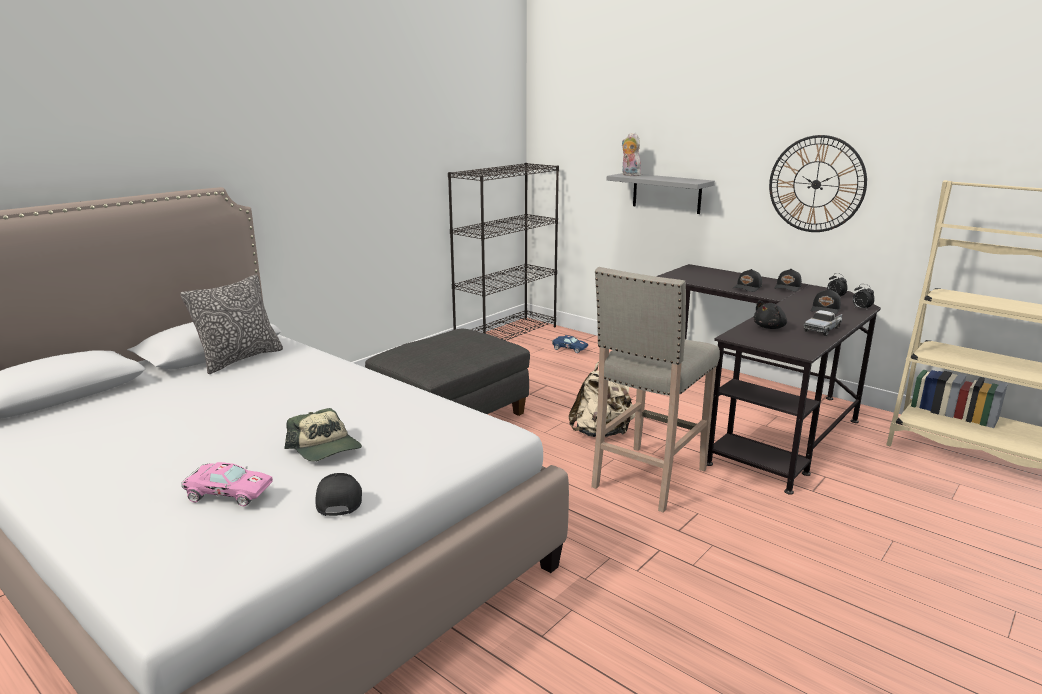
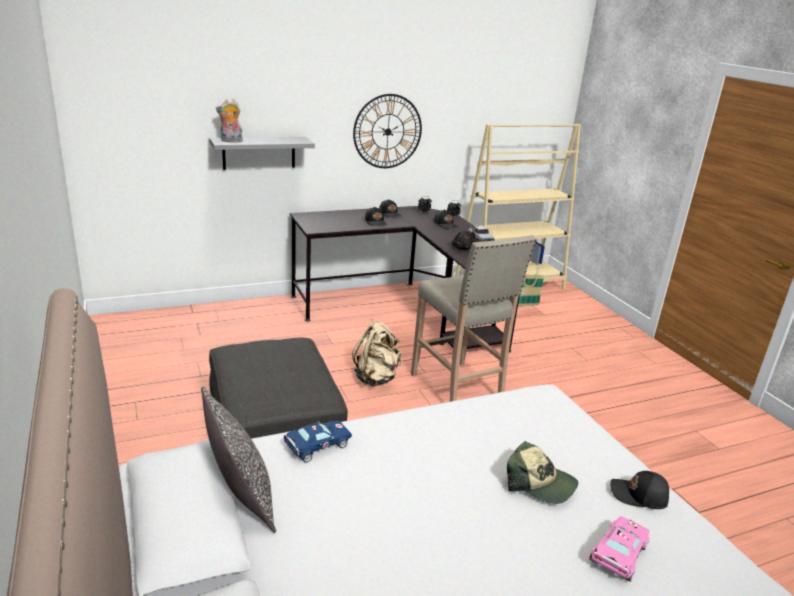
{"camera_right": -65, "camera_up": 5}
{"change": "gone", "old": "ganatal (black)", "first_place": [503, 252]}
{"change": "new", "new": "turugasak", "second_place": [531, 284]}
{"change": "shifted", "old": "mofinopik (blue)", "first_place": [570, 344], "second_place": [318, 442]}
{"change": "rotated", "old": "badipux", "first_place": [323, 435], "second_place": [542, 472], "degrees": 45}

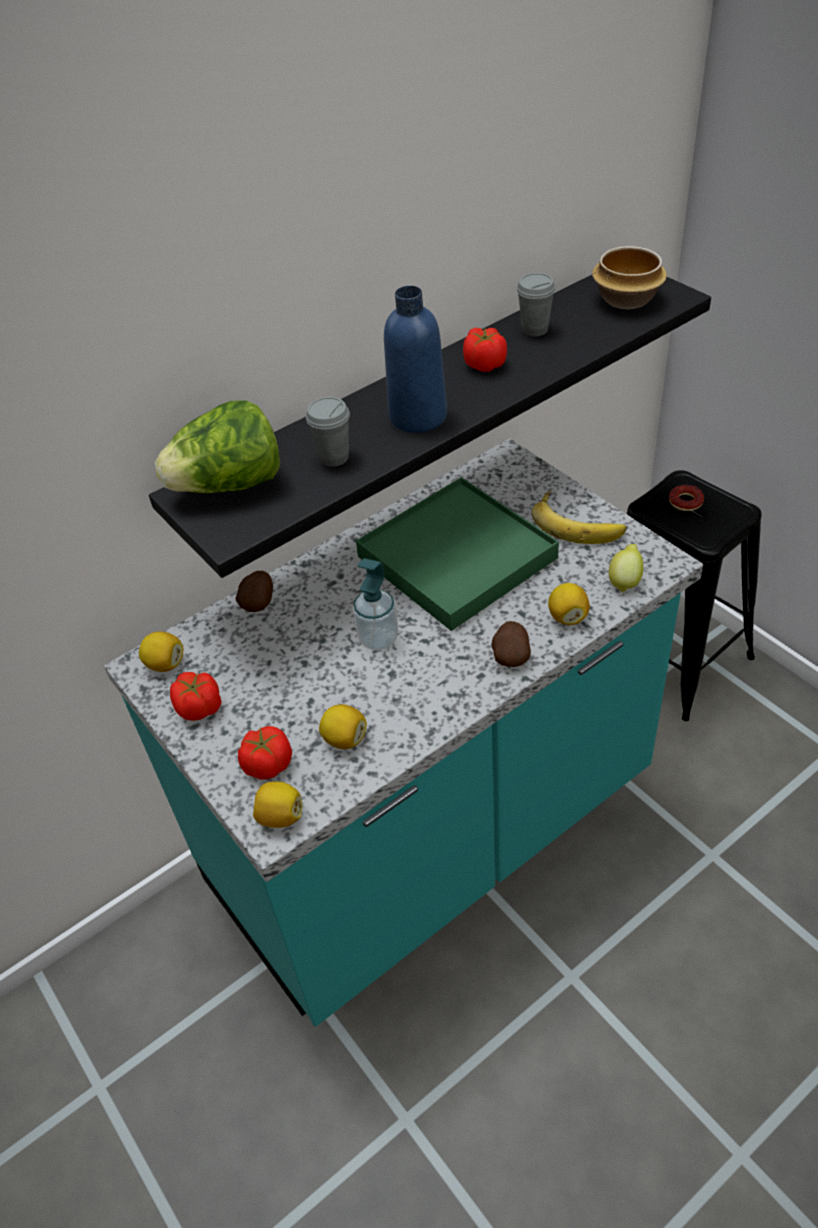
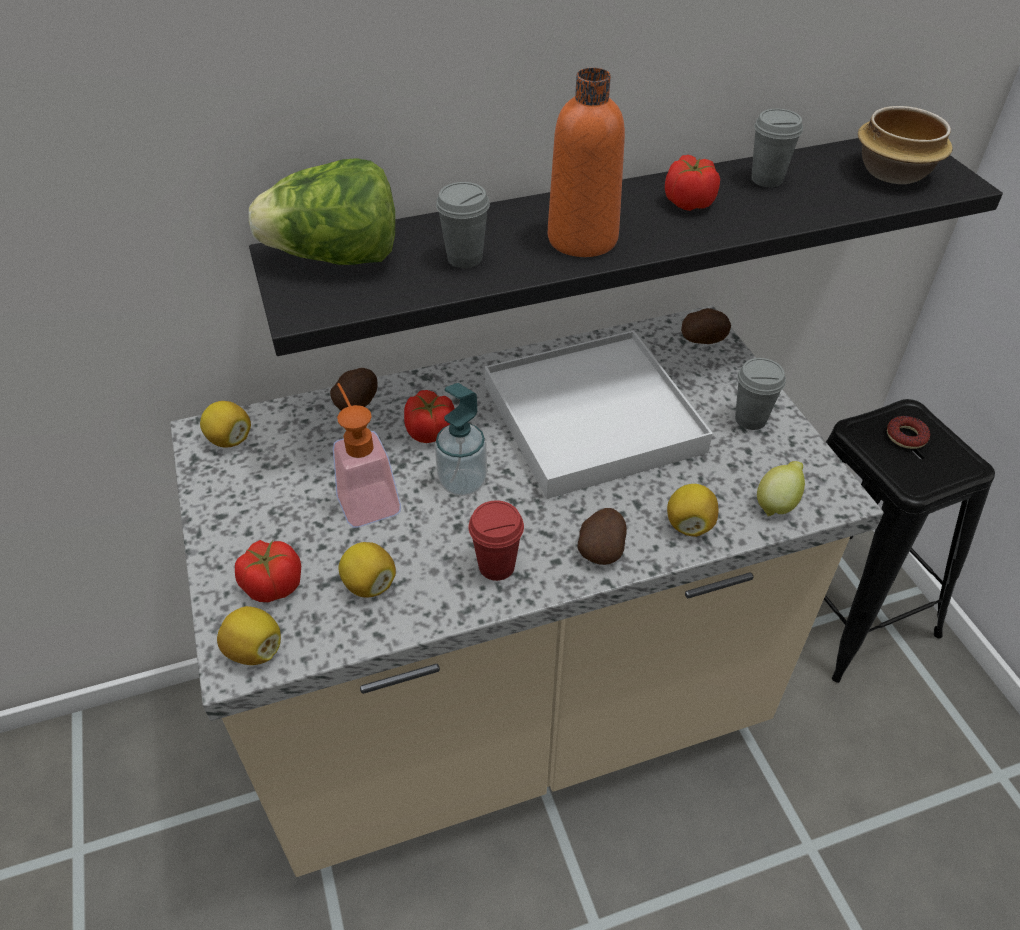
{"camera_right": 15, "camera_up": 0}
{"change": "new", "new": "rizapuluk", "second_place": [367, 455]}
{"change": "new", "new": "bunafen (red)", "second_place": [496, 540]}
{"change": "new", "new": "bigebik", "second_place": [706, 326]}
{"change": "shifted", "old": "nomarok", "first_place": [195, 696], "second_place": [429, 416]}
{"change": "swapped", "old": "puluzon", "new": "bunafen (grey)", "first_place": [579, 517], "second_place": [760, 394]}
{"change": "repainted", "old": "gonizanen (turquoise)", "new": "gonizanen (beige)", "first_place": [403, 732], "second_place": [527, 591]}
{"change": "repainted", "old": "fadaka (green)", "new": "fadaka (white)", "first_place": [457, 554], "second_place": [599, 414]}
{"change": "repainted", "old": "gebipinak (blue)", "new": "gebipinak (orange)", "first_place": [415, 359], "second_place": [586, 162]}

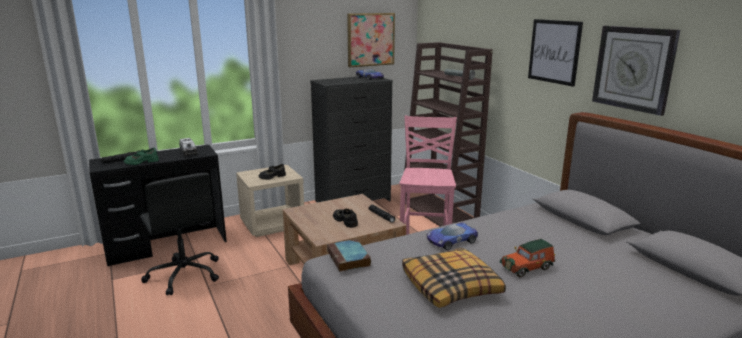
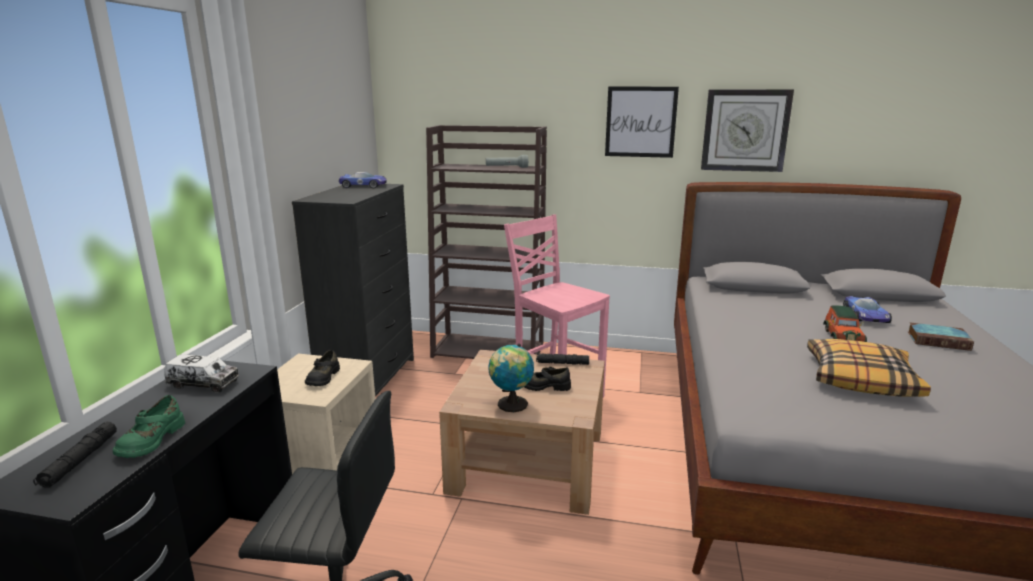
{"camera_right": -50, "camera_up": 0}
{"change": "gone", "old": "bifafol", "first_place": [371, 40]}
{"change": "new", "new": "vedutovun", "second_place": [511, 378]}
{"change": "shifted", "old": "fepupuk", "first_place": [349, 255], "second_place": [940, 336]}
{"change": "shifted", "old": "mofinopik", "first_place": [452, 236], "second_place": [867, 309]}

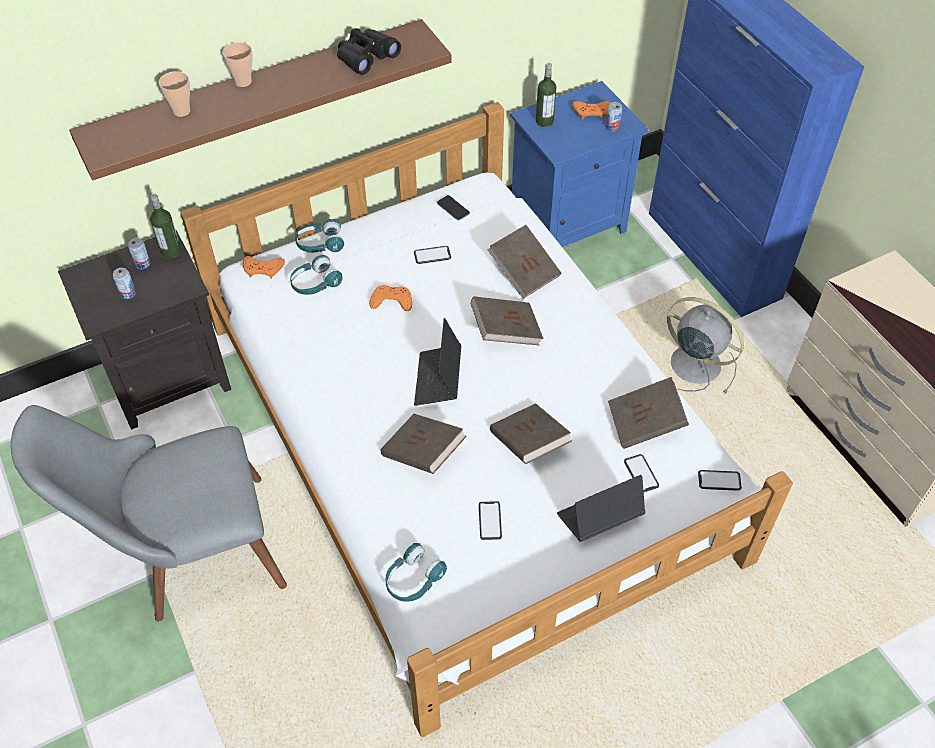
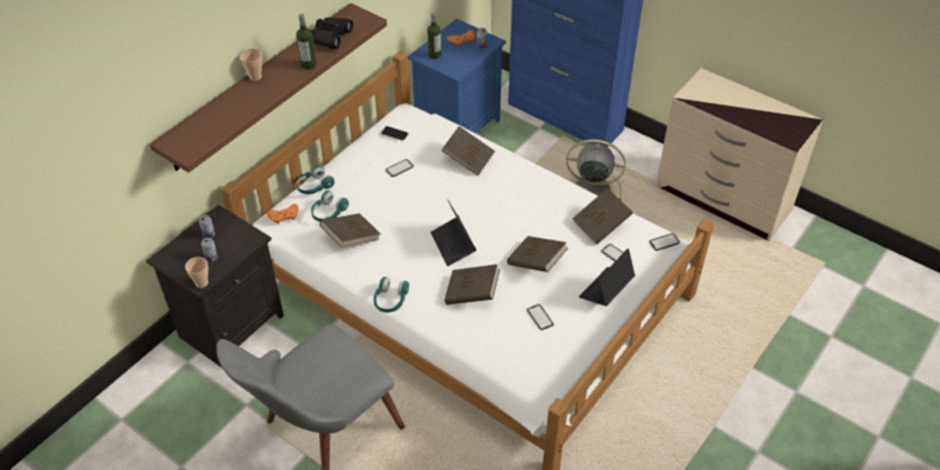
{"camera_right": -25, "camera_up": -5}
{"change": "gone", "old": "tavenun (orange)", "first_place": [390, 298]}
{"change": "shifted", "old": "gebipinak", "first_place": [165, 226], "second_place": [306, 41]}
{"change": "shifted", "old": "bunafen", "first_place": [174, 94], "second_place": [196, 272]}
{"change": "shifted", "old": "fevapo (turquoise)", "first_place": [416, 572], "second_place": [391, 294]}
{"change": "shifted", "old": "fepupuk (brown)", "first_place": [507, 320], "second_place": [350, 230]}

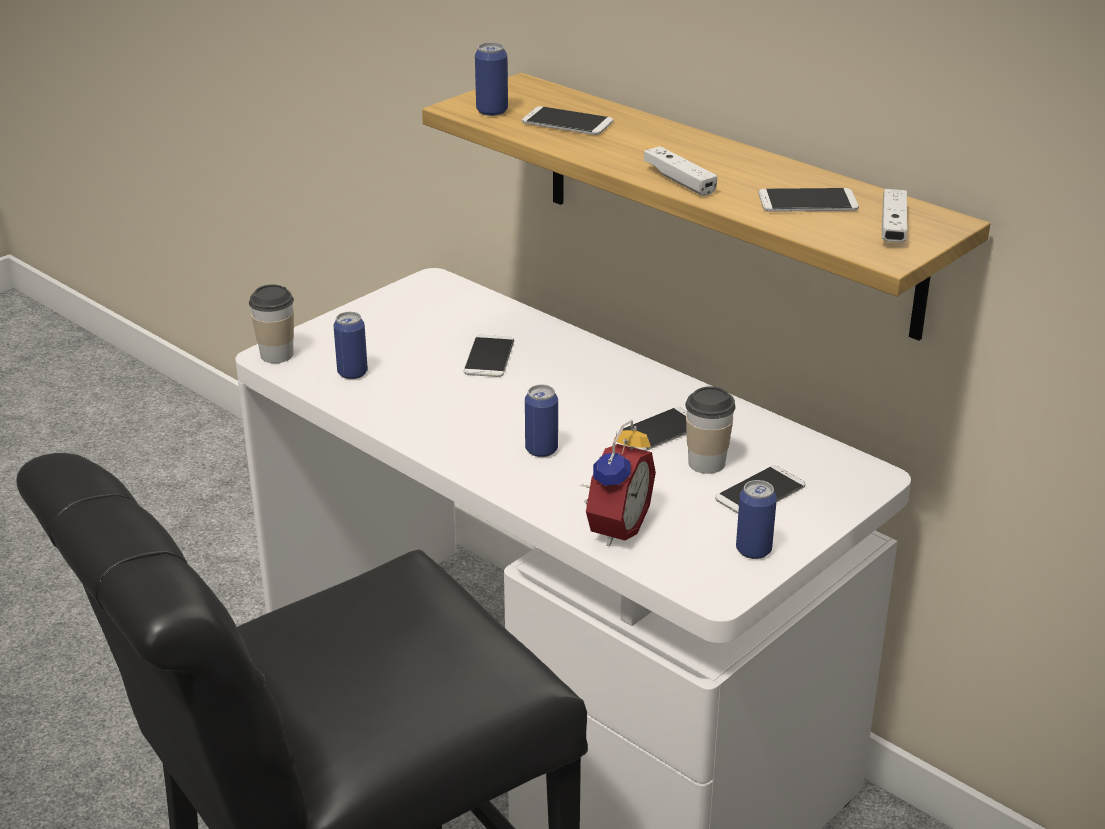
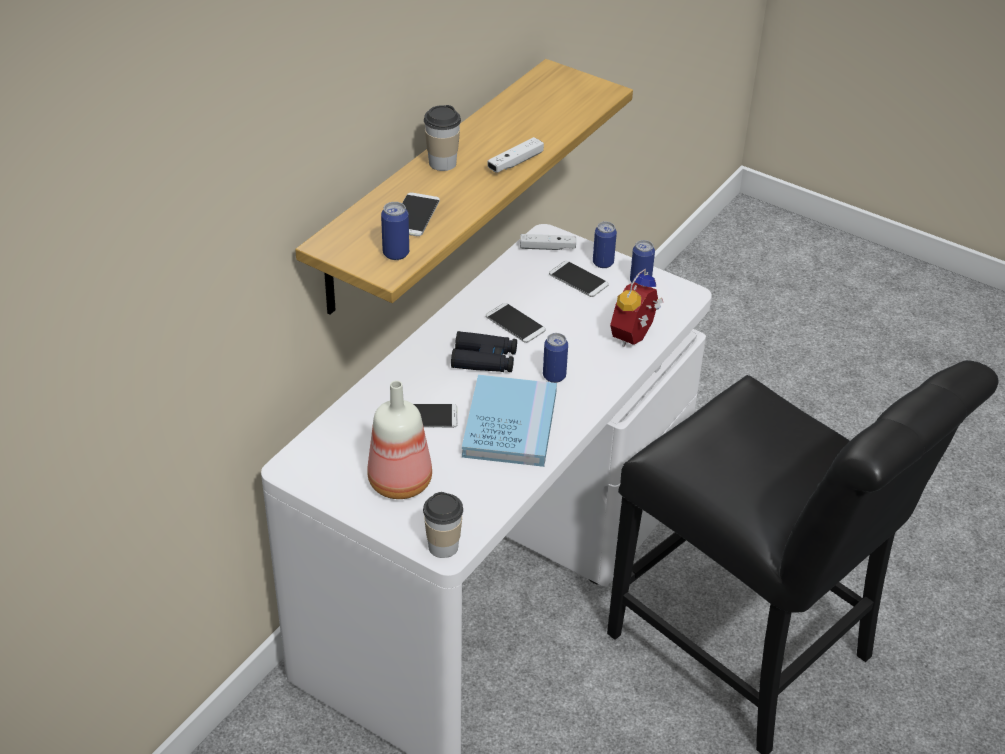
{"camera_right": -100, "camera_up": 10}
{"change": "gone", "old": "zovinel", "first_place": [808, 200]}
{"change": "new", "new": "gebipinak", "second_place": [399, 439]}
{"change": "new", "new": "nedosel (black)", "second_place": [484, 351]}
{"change": "new", "new": "fepupuk (blue)", "second_place": [509, 421]}
{"change": "shifted", "old": "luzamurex", "first_place": [350, 345], "second_place": [605, 245]}
{"change": "shifted", "old": "bunafen", "first_place": [710, 430], "second_place": [442, 138]}
{"change": "shifted", "old": "tavenun (white)", "first_place": [894, 215], "second_place": [548, 242]}
{"change": "rotated", "old": "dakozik", "first_place": [618, 483], "second_place": [636, 307], "degrees": -75}

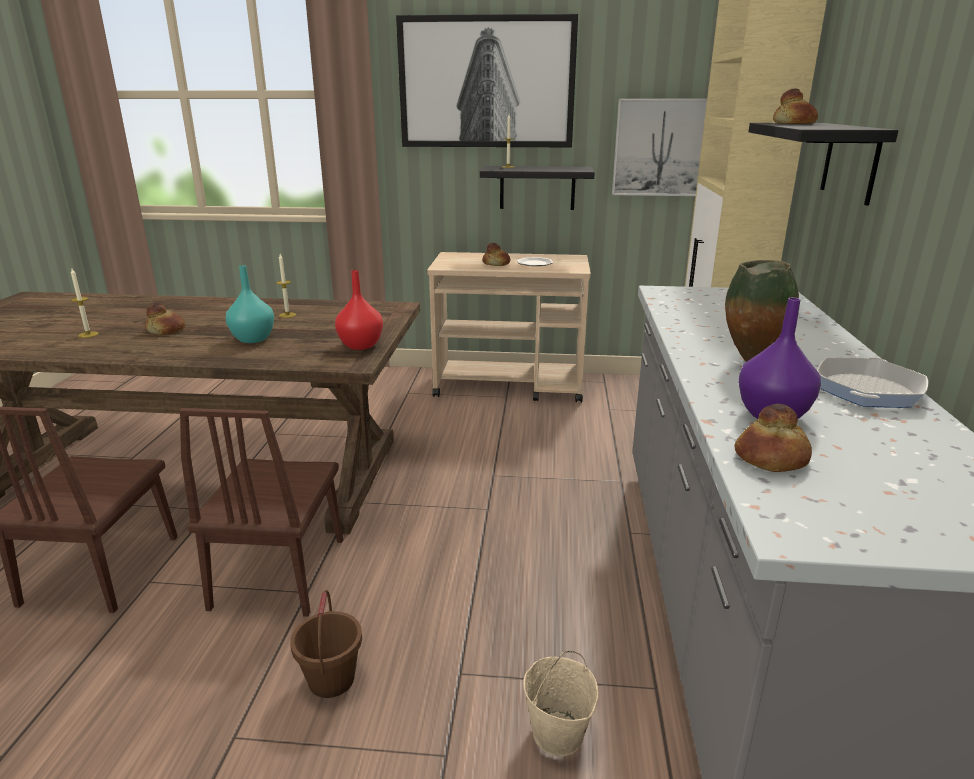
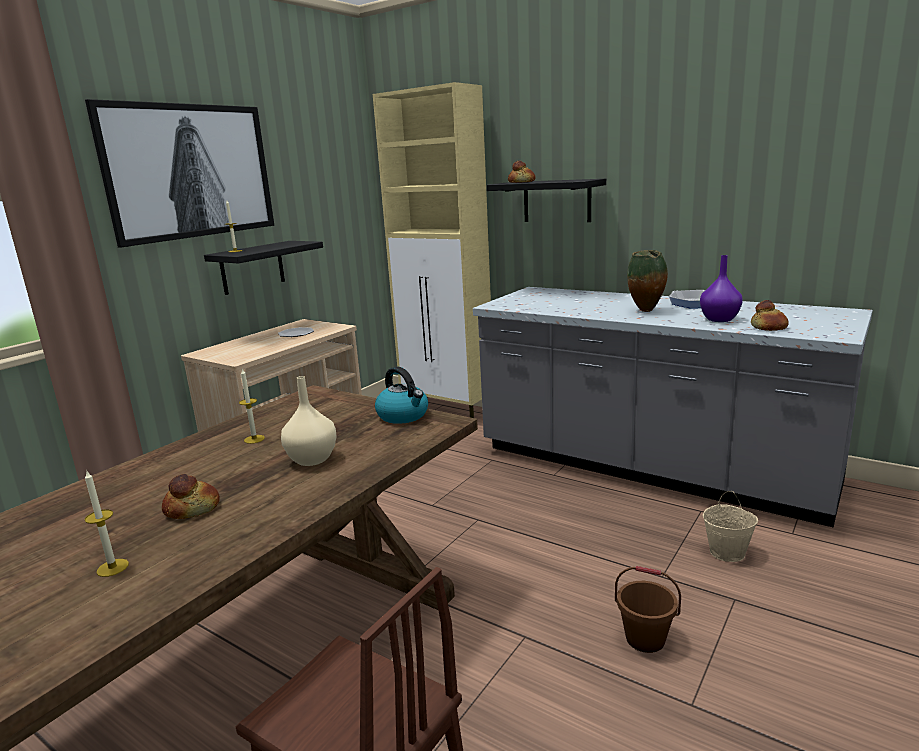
{"camera_right": -60, "camera_up": -5}
{"change": "gone", "old": "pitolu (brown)", "first_place": [261, 512]}
{"change": "gone", "old": "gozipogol", "first_place": [496, 254]}
{"change": "gone", "old": "bifafol", "first_place": [659, 147]}
{"change": "swapped", "old": "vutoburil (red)", "new": "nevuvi", "first_place": [359, 310], "second_place": [401, 395]}
{"change": "repainted", "old": "vutoburil (turquoise)", "new": "vutoburil (beige)", "first_place": [250, 304], "second_place": [309, 421]}

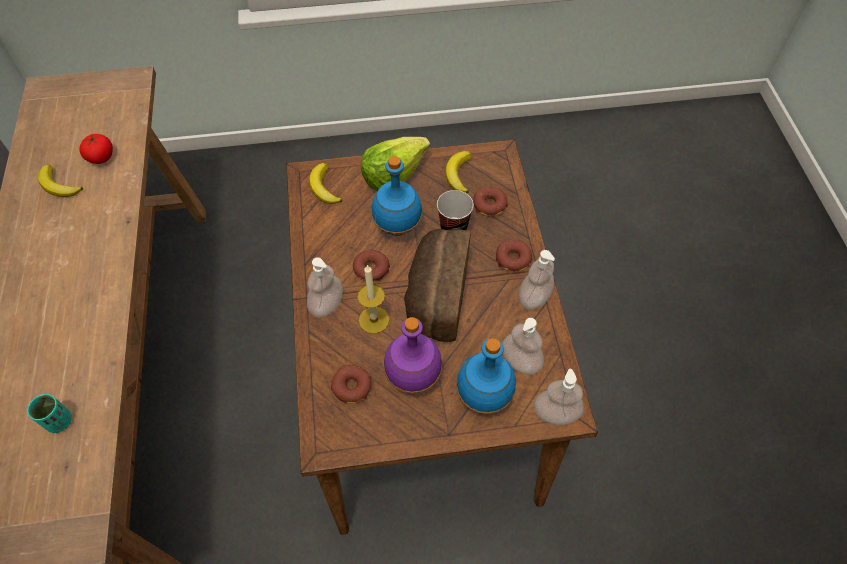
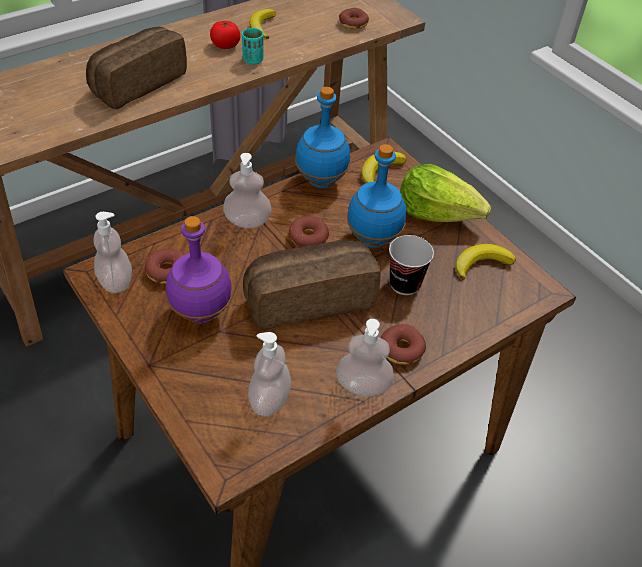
{"camera_right": 60, "camera_up": -10}
{"change": "gone", "old": "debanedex", "first_place": [373, 299]}
{"change": "new", "new": "gozipogol", "second_place": [136, 68]}
{"change": "shifted", "old": "bunafen (turquoise)", "first_place": [49, 413], "second_place": [253, 46]}
{"change": "shifted", "old": "nomarok", "first_place": [96, 149], "second_place": [225, 35]}
{"change": "shifted", "old": "gebipinak (blue)", "first_place": [486, 376], "second_place": [322, 137]}
{"change": "shifted", "old": "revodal", "first_place": [490, 202], "second_place": [354, 18]}
{"change": "shifted", "old": "rizapuluk", "first_place": [559, 397], "second_place": [112, 252]}

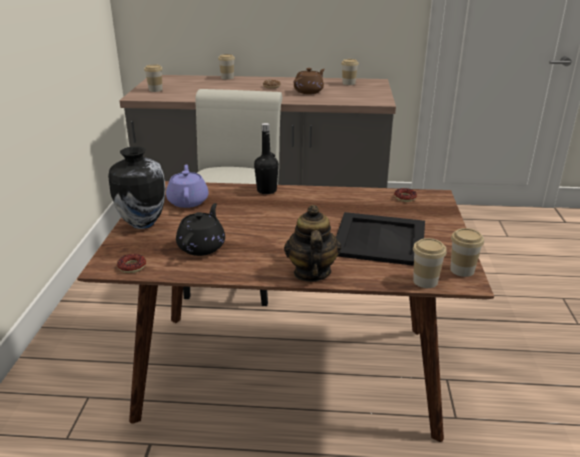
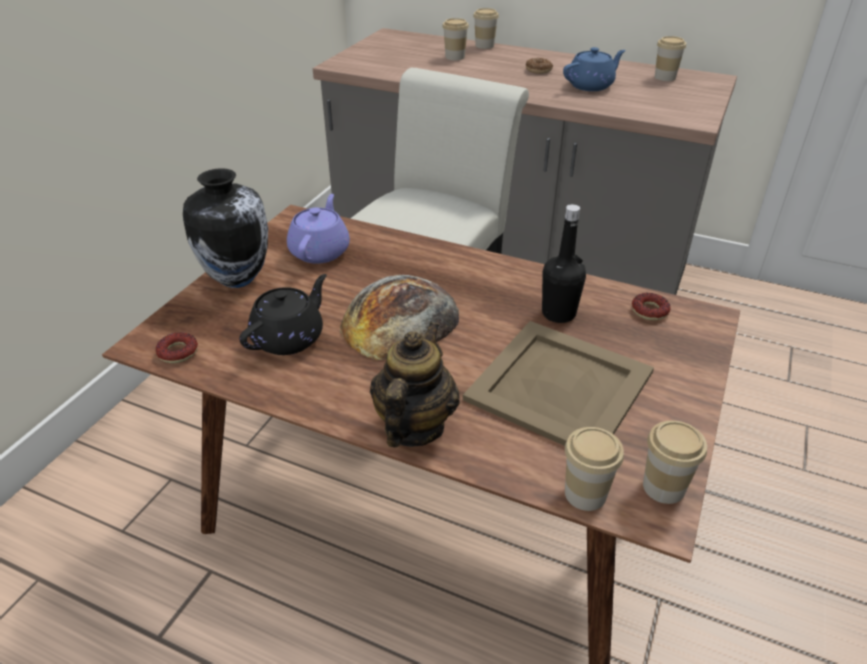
{"camera_right": 20, "camera_up": 10}
{"change": "new", "new": "gozipogol", "second_place": [399, 318]}
{"change": "shifted", "old": "bunafen", "first_place": [153, 78], "second_place": [455, 39]}
{"change": "shifted", "old": "gebipinak (black)", "first_place": [266, 158], "second_place": [564, 263]}
{"change": "repainted", "old": "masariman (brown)", "new": "masariman (blue)", "first_place": [309, 81], "second_place": [594, 69]}
{"change": "repainted", "old": "fadaka (black)", "new": "fadaka (beige)", "first_place": [380, 239], "second_place": [558, 383]}

